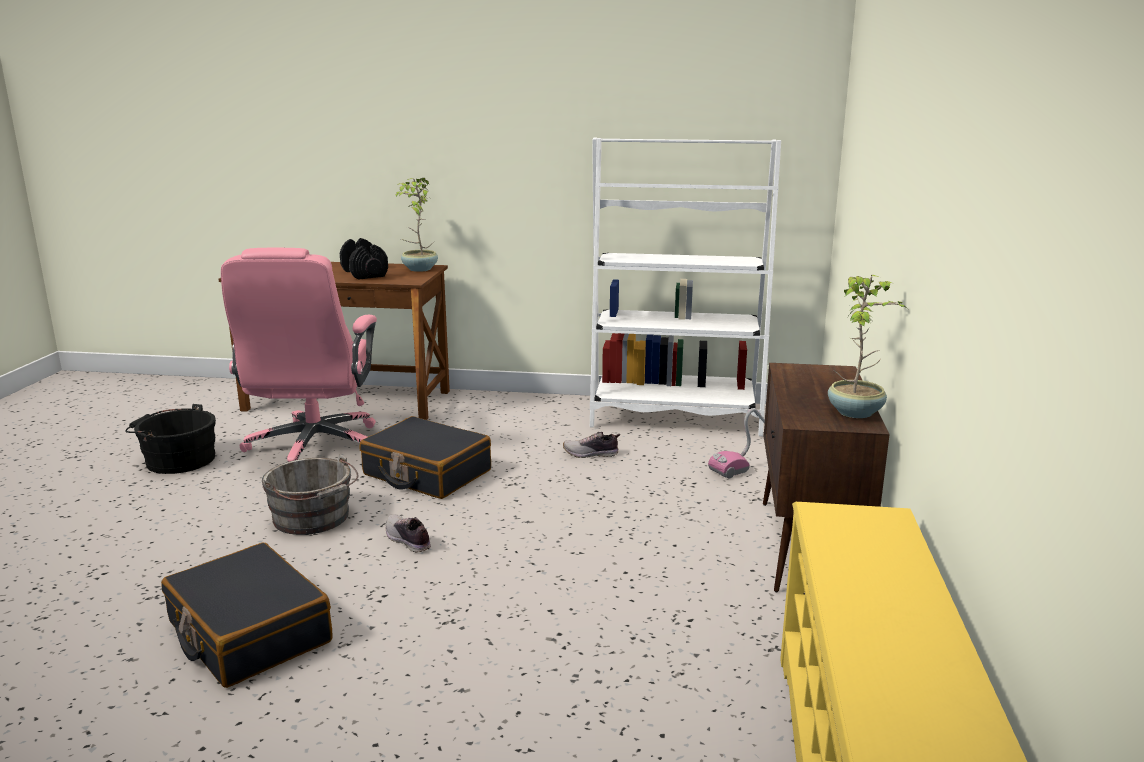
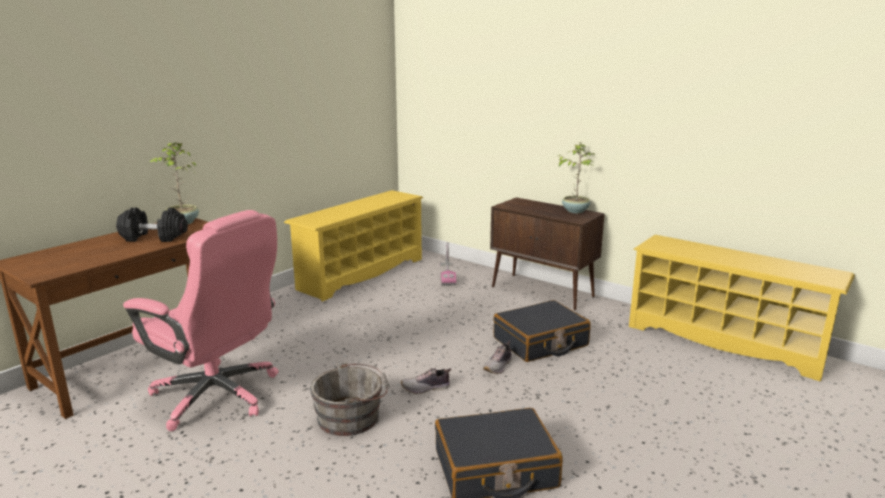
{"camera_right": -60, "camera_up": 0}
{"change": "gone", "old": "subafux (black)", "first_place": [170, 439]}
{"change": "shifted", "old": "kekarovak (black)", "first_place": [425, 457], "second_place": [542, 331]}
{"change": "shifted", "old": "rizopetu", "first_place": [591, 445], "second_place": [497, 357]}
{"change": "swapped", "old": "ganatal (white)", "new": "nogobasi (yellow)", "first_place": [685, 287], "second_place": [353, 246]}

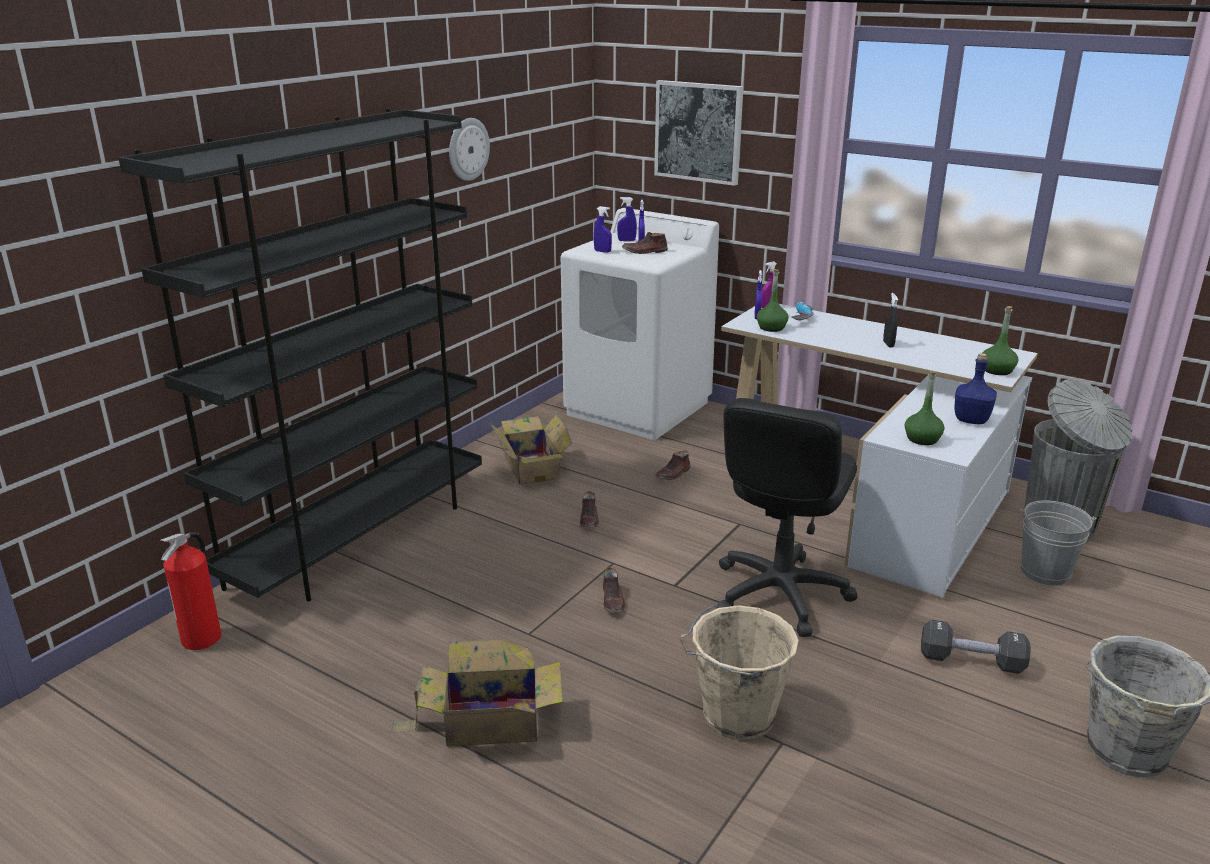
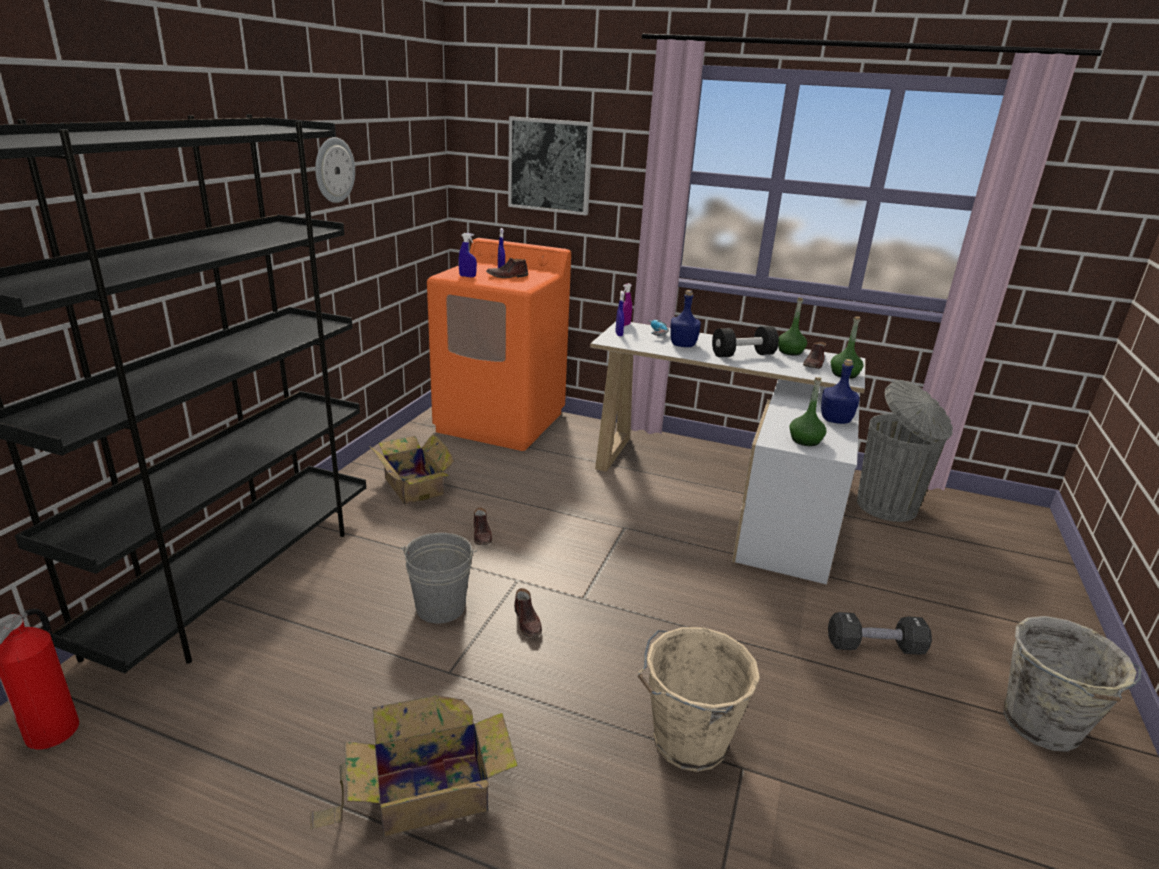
{"camera_right": -15, "camera_up": 0}
{"change": "gone", "old": "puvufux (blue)", "first_place": [627, 219]}
{"change": "gone", "old": "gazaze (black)", "first_place": [786, 517]}
{"change": "new", "new": "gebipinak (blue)", "second_place": [685, 318]}
{"change": "shifted", "old": "rizopetu (brown)", "first_place": [673, 465], "second_place": [814, 355]}
{"change": "shifted", "old": "gebipinak (green)", "first_place": [773, 300], "second_place": [792, 326]}
{"change": "shifted", "old": "subafux (grey)", "first_place": [1058, 542], "second_place": [439, 578]}
{"change": "swapped", "old": "puvufux (black)", "new": "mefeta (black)", "first_place": [890, 320], "second_place": [745, 341]}
{"change": "repainted", "old": "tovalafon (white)", "new": "tovalafon (orange)", "first_place": [640, 324], "second_place": [499, 344]}

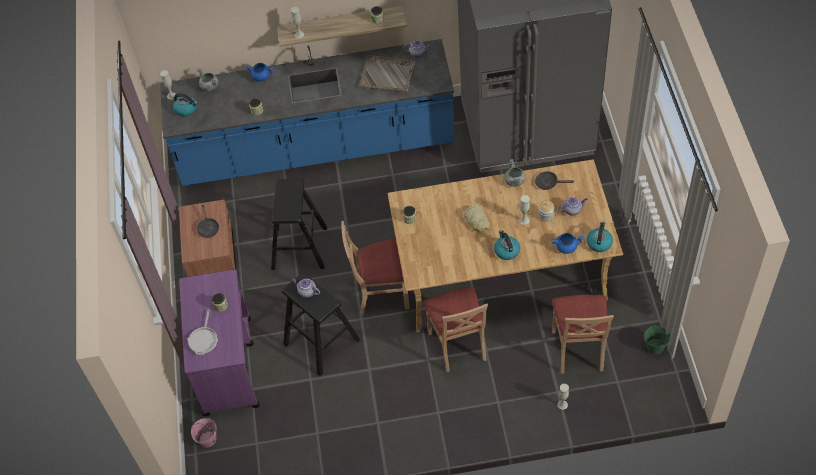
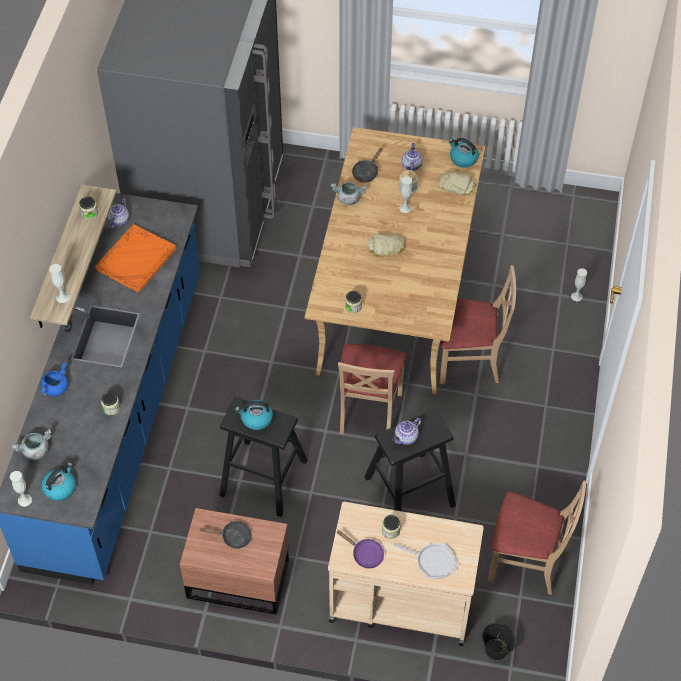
{"camera_right": -75, "camera_up": 0}
{"change": "gone", "old": "subafux (green)", "first_place": [657, 339]}
{"change": "new", "new": "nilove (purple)", "second_place": [360, 549]}
{"change": "shifted", "old": "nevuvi", "first_place": [507, 245], "second_place": [254, 415]}
{"change": "shifted", "old": "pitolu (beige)", "first_place": [583, 334], "second_place": [537, 537]}
{"change": "swapped", "old": "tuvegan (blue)", "new": "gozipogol", "first_place": [568, 243], "second_place": [457, 184]}
{"change": "repainted", "old": "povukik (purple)", "new": "povukik (beige)", "first_place": [219, 342], "second_place": [406, 574]}
{"change": "repainted", "old": "subafux (pink)", "new": "subafux (black)", "first_place": [203, 432], "second_place": [498, 641]}
{"change": "repainted", "old": "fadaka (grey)", "new": "fadaka (orange)", "first_place": [387, 75], "second_place": [135, 258]}

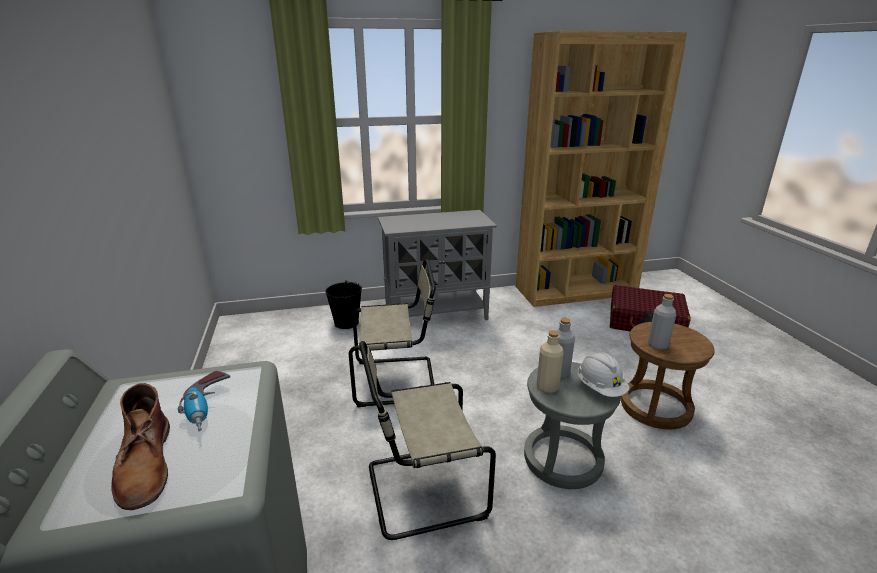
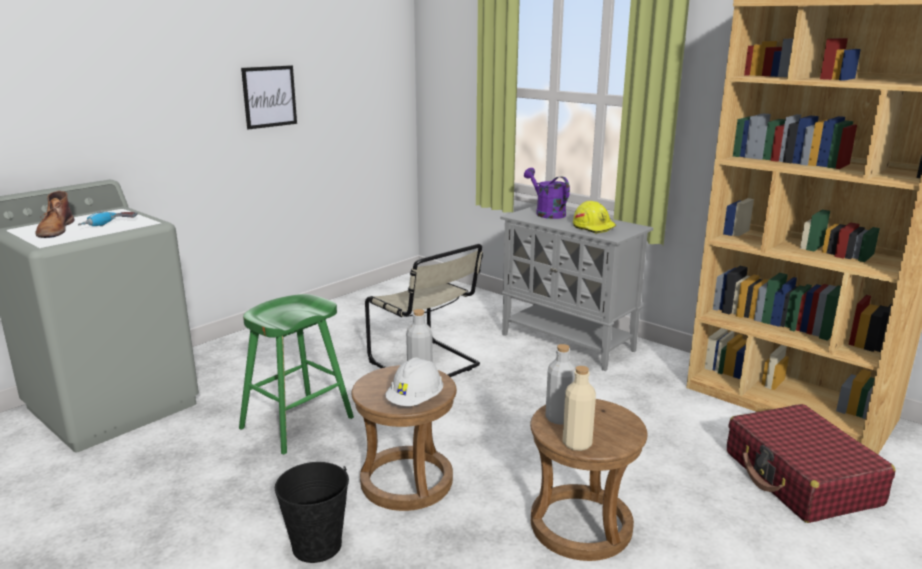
{"camera_right": 55, "camera_up": -5}
{"change": "new", "new": "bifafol", "second_place": [269, 97]}
{"change": "new", "new": "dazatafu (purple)", "second_place": [547, 193]}
{"change": "new", "new": "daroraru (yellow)", "second_place": [594, 217]}
{"change": "shifted", "old": "subafux (black)", "first_place": [344, 304], "second_place": [312, 512]}
{"change": "shifted", "old": "gebipinak (beige)", "first_place": [550, 361], "second_place": [579, 408]}
{"change": "swapped", "old": "pitolu (beige)", "new": "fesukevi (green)", "first_place": [427, 440], "second_place": [296, 374]}
{"change": "repainted", "old": "fesukevi (grey)", "new": "fesukevi (brown)", "first_place": [572, 425], "second_place": [404, 438]}
{"change": "rotated", "old": "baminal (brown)", "first_place": [140, 446], "second_place": [55, 214], "degrees": -45}

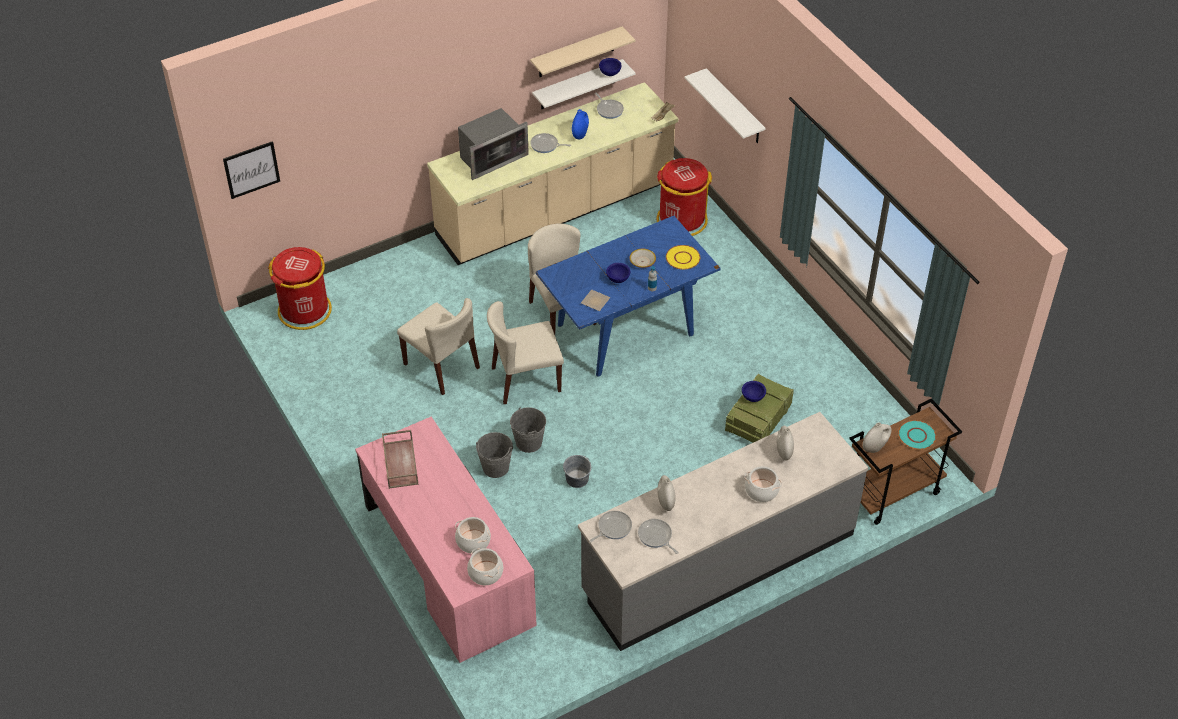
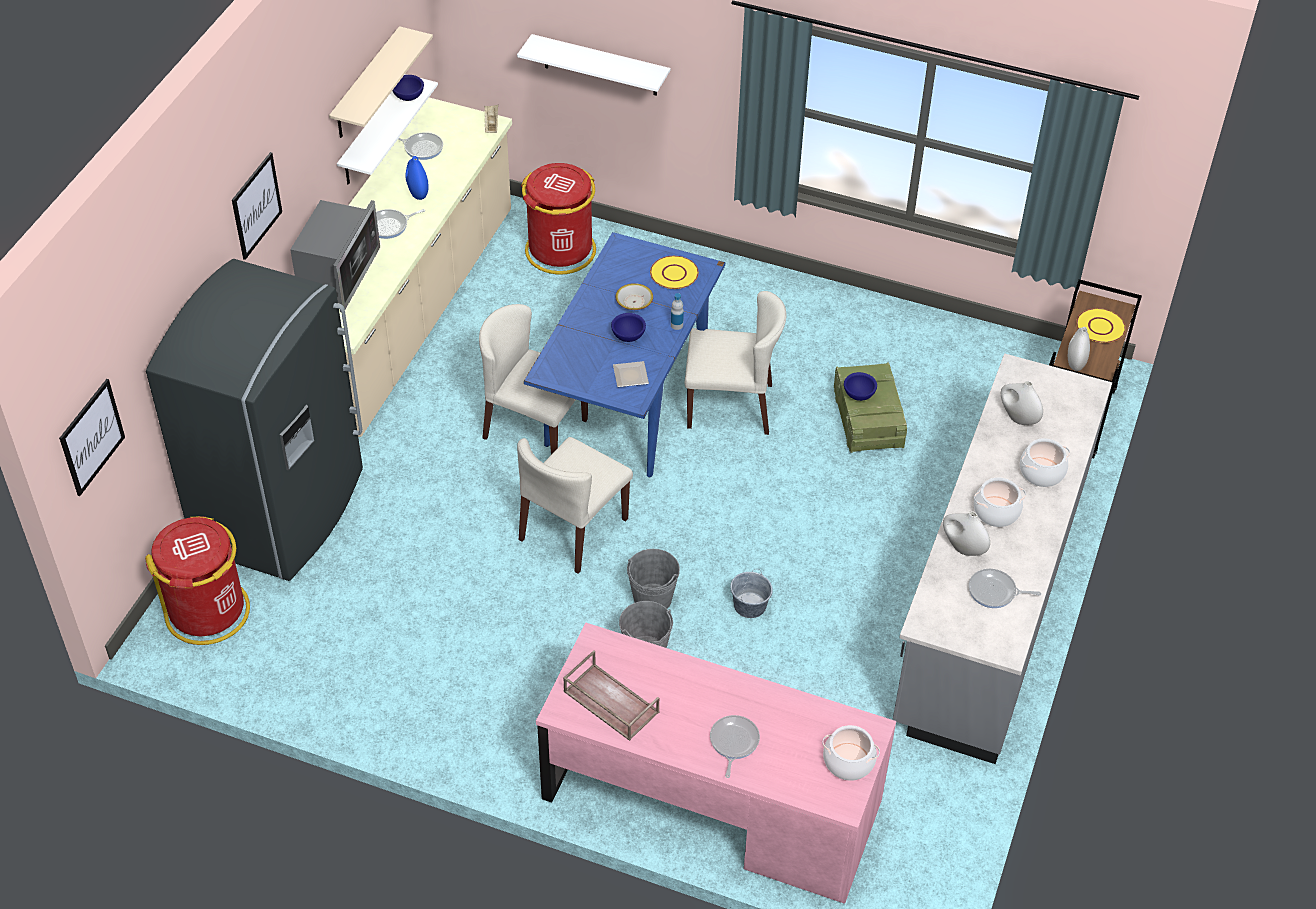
{"camera_right": -40, "camera_up": 0}
{"change": "new", "new": "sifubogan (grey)", "second_place": [254, 420]}
{"change": "new", "new": "bifafol", "second_place": [257, 206]}
{"change": "shifted", "old": "pitolu (beige)", "first_place": [438, 346], "second_place": [735, 363]}
{"change": "shifted", "old": "tuvegan", "first_place": [473, 535], "second_place": [1000, 502]}
{"change": "shifted", "old": "nilove", "first_place": [610, 527], "second_place": [735, 746]}
{"change": "repainted", "old": "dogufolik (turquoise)", "new": "dogufolik (yellow)", "first_place": [917, 435], "second_place": [1101, 325]}

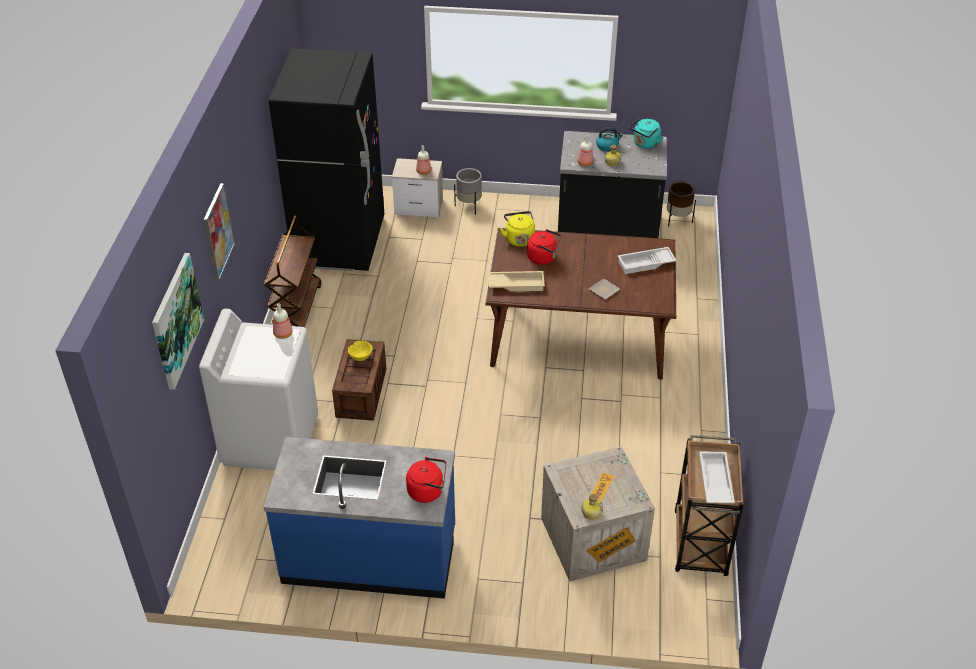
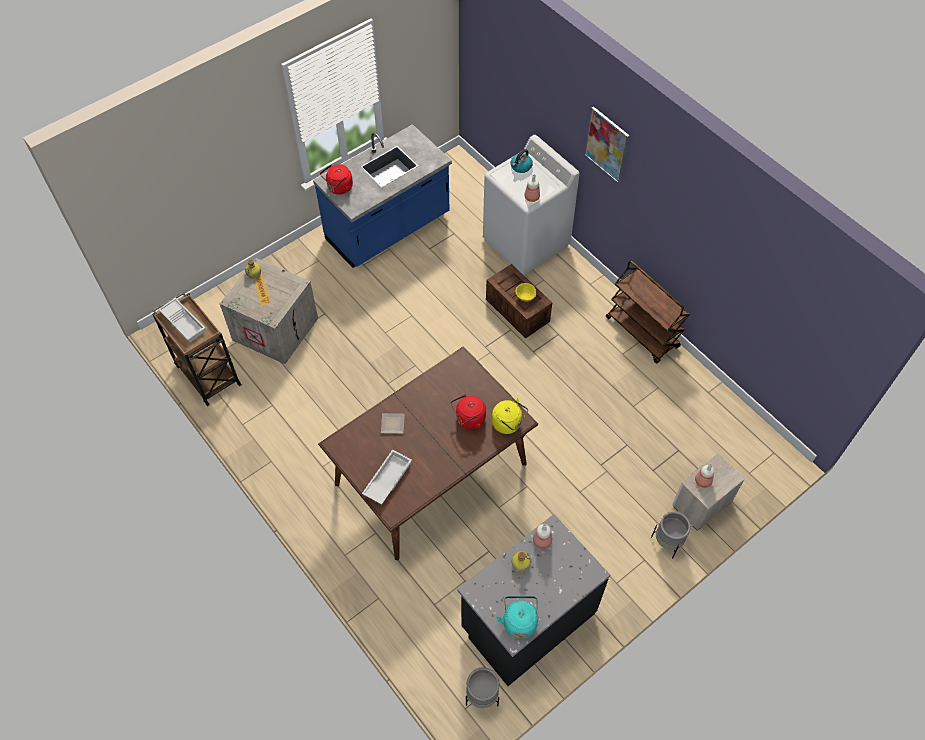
{"camera_right": 135, "camera_up": 15}
{"change": "gone", "old": "bifafol", "first_place": [178, 321]}
{"change": "gone", "old": "sifubogan (black)", "first_place": [326, 159]}
{"change": "gone", "old": "fadaka (beige)", "first_place": [516, 281]}
{"change": "shifted", "old": "nevuvi", "first_place": [609, 139], "second_place": [522, 161]}
{"change": "repainted", "old": "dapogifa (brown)", "new": "dapogifa (grey)", "first_place": [681, 204], "second_place": [482, 688]}

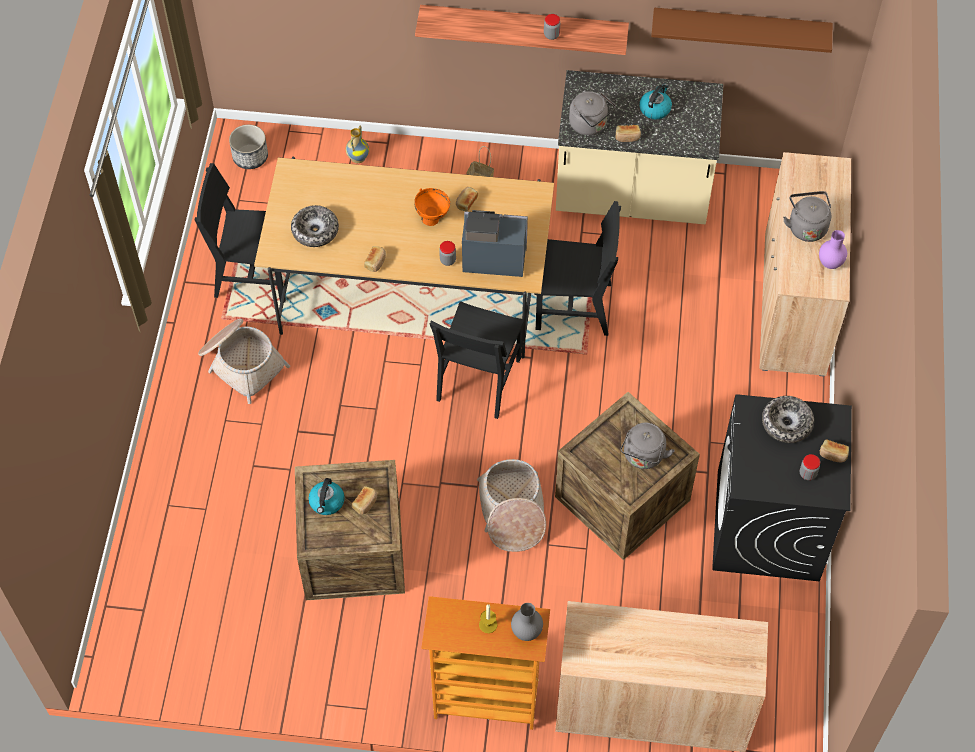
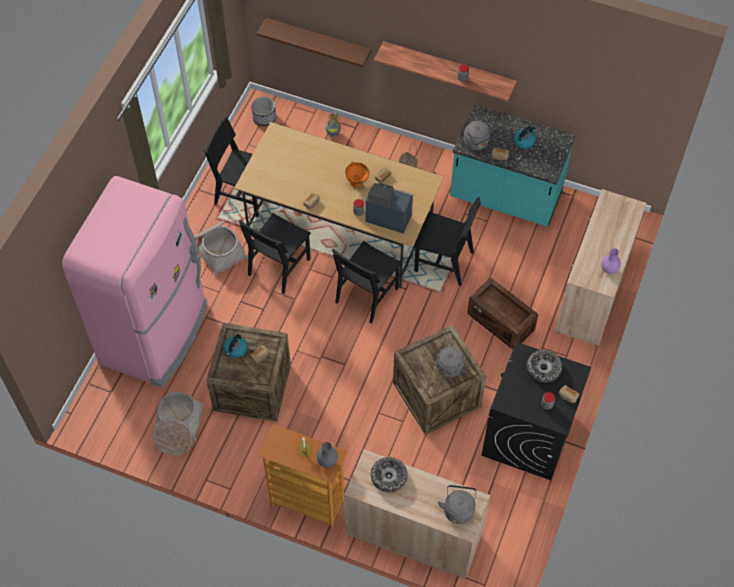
{"camera_right": 15, "camera_up": 0}
{"change": "new", "new": "sifubogan (pink)", "second_place": [134, 281]}
{"change": "new", "new": "pitolu (black)", "second_place": [275, 253]}
{"change": "new", "new": "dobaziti", "second_place": [503, 313]}
{"change": "shifted", "old": "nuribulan", "first_place": [315, 226], "second_place": [389, 474]}
{"change": "shifted", "old": "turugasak", "first_place": [511, 505], "second_place": [178, 423]}
{"change": "shifted", "old": "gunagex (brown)", "first_place": [742, 30], "second_place": [314, 42]}
{"change": "shifted", "old": "nevuvi (grey)", "first_place": [807, 216], "second_place": [457, 504]}
{"change": "repainted", "old": "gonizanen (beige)", "new": "gonizanen (turquoise)", "first_place": [639, 147], "second_place": [513, 165]}

